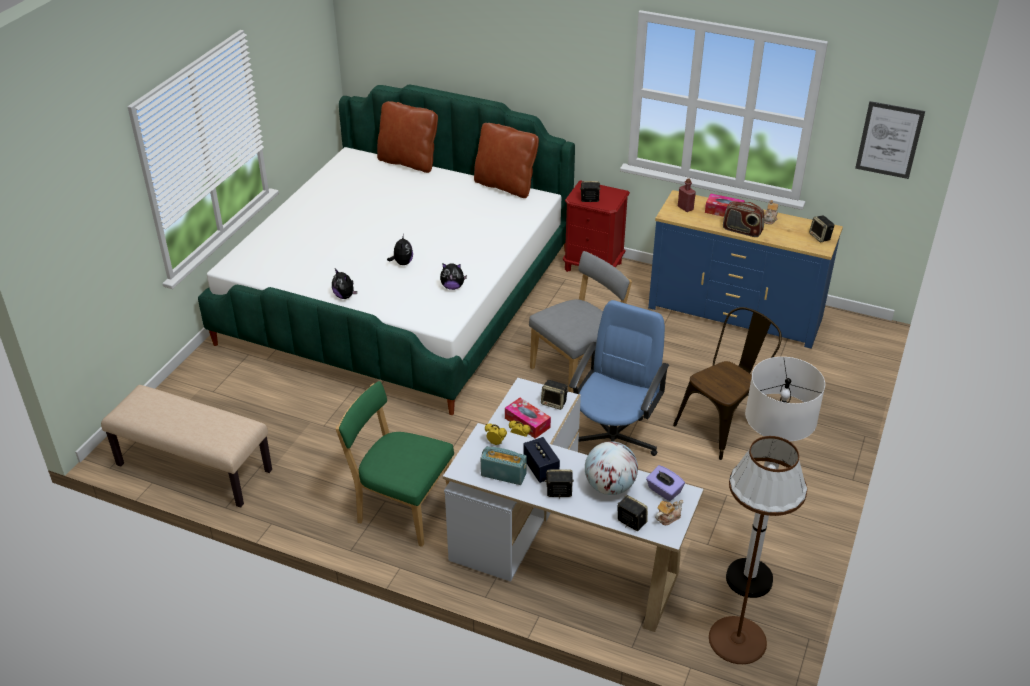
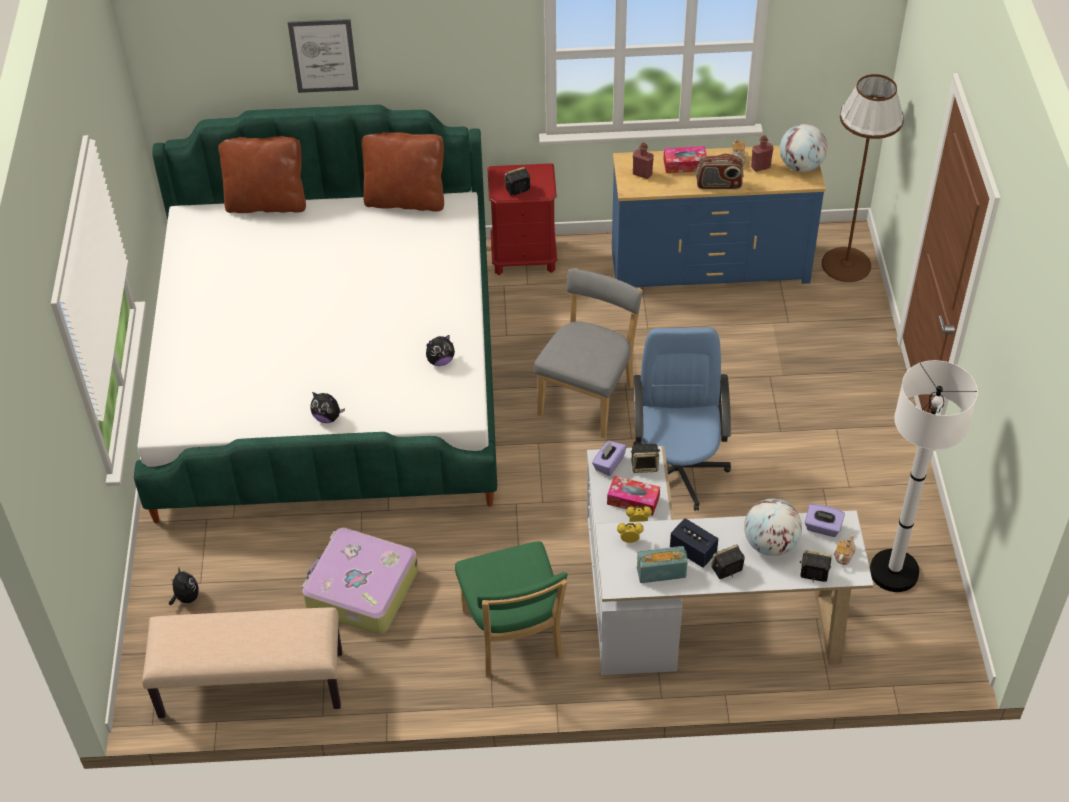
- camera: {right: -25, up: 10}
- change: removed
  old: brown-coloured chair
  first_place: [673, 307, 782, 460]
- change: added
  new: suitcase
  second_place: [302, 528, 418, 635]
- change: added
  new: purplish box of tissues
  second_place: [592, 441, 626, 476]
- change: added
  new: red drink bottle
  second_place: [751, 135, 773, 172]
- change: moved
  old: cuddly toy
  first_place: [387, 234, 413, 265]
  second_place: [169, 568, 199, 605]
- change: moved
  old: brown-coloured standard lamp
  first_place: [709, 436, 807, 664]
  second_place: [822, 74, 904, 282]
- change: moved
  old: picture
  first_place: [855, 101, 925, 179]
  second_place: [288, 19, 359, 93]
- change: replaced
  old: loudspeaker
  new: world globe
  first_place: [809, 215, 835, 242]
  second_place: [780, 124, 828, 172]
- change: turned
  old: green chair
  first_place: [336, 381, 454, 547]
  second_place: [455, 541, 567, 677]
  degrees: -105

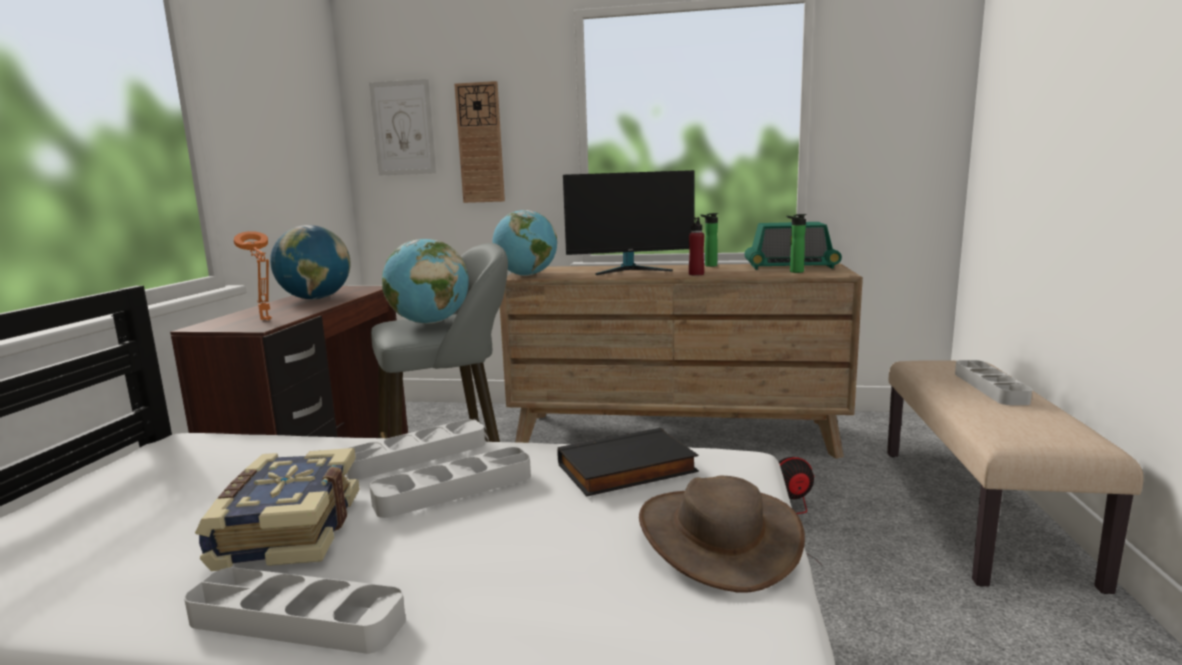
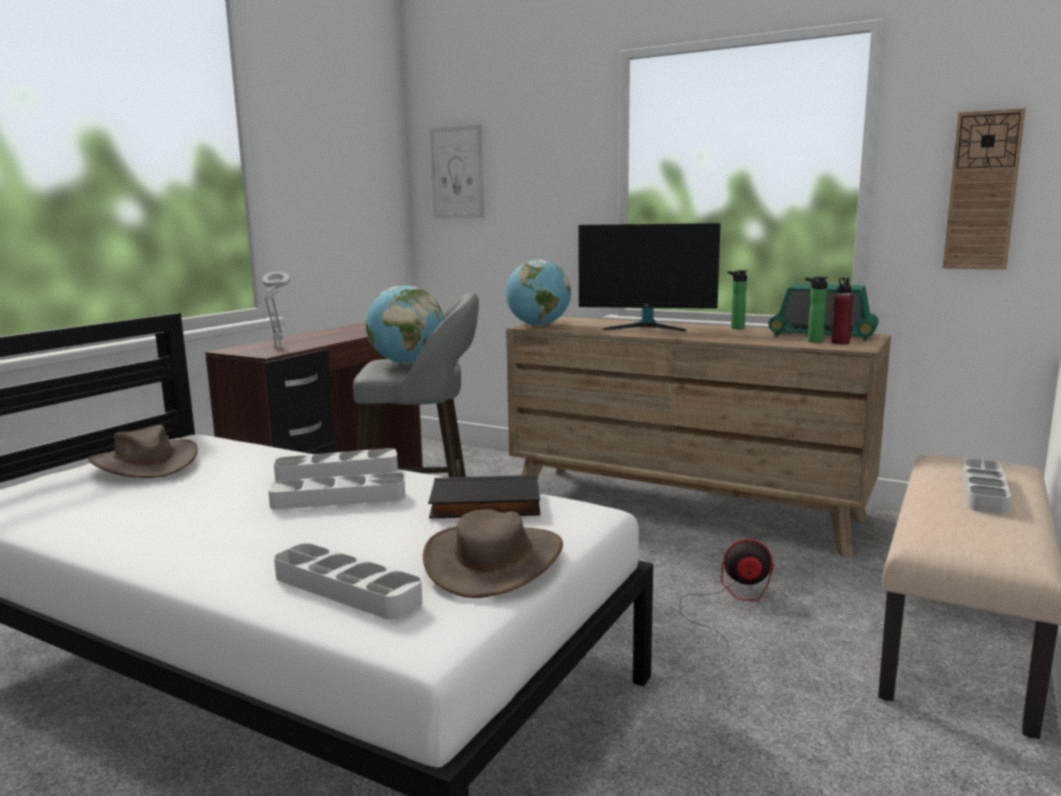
- camera: {right: 20, up: 0}
- change: removed
  old: book
  first_place: [195, 448, 359, 571]
- change: removed
  old: world globe
  first_place: [270, 225, 351, 299]
- change: added
  new: brown-coloured hat
  second_place: [88, 425, 198, 478]
- change: moved
  old: gray carrying tray
  first_place: [184, 567, 406, 654]
  second_place: [274, 543, 422, 619]
- change: moved
  old: wall clock
  first_place: [454, 81, 505, 203]
  second_place: [942, 108, 1026, 270]
- change: moved
  old: red drink bottle
  first_place: [689, 217, 704, 275]
  second_place: [831, 277, 853, 344]
- change: recoloured
  old: orangey table lamp
  new: gray table lamp
  first_place: [234, 231, 272, 320]
  second_place: [262, 271, 290, 349]

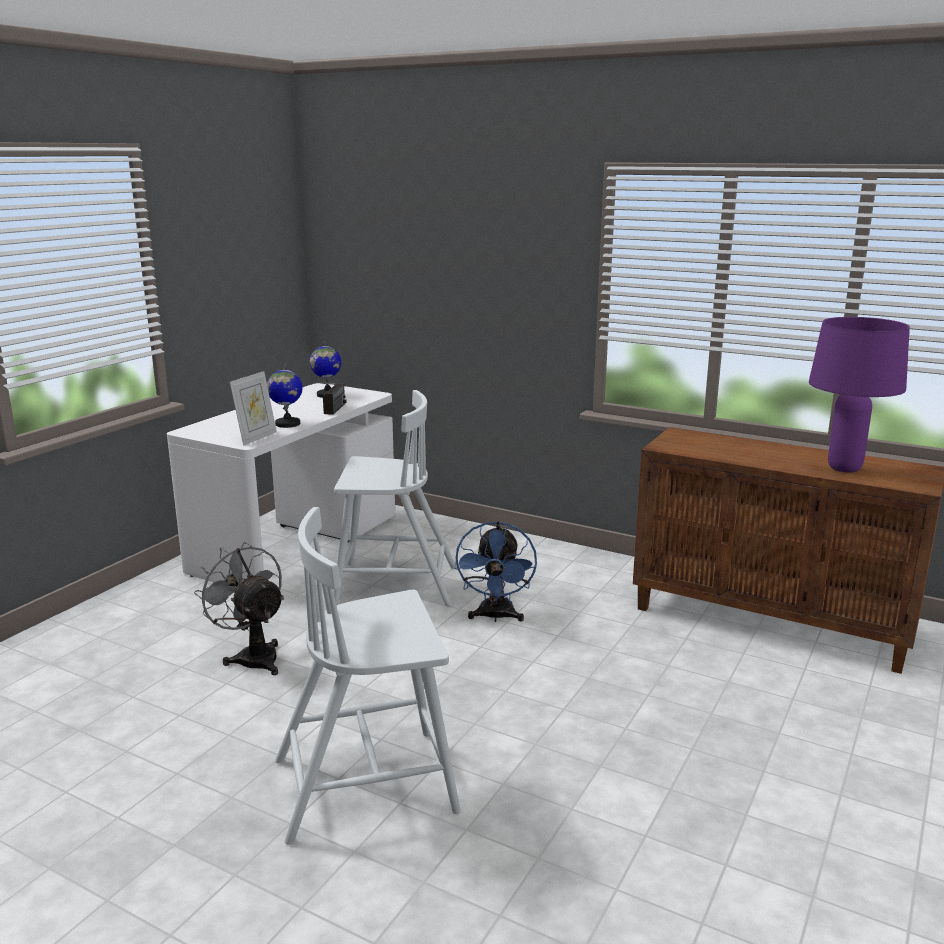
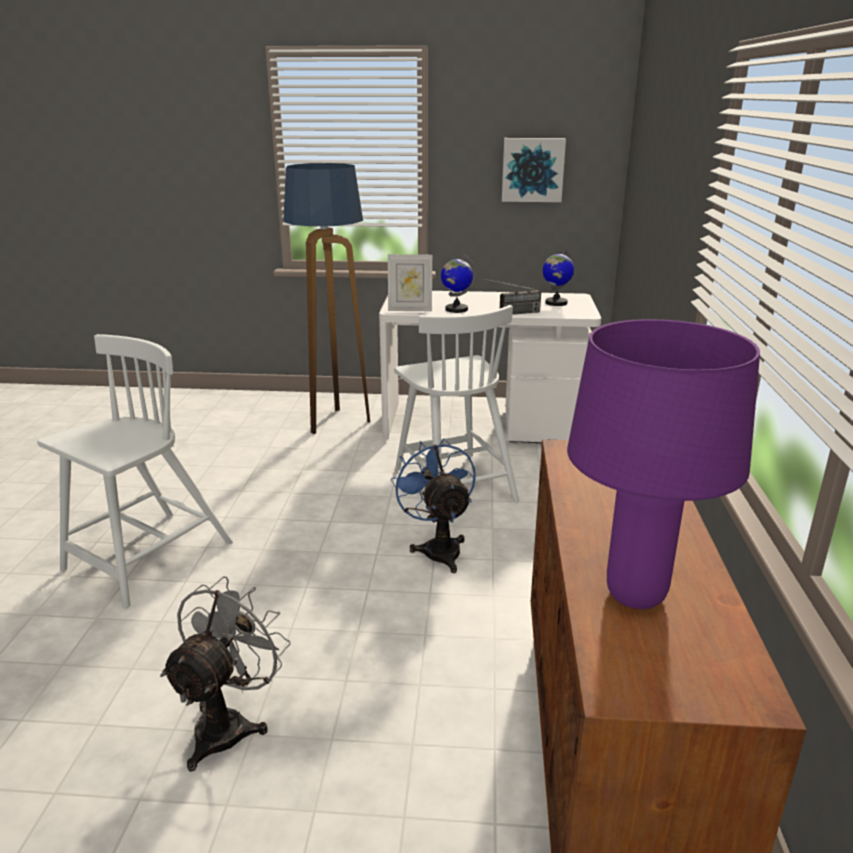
- camera: {right: 65, up: 5}
- change: added
  new: standard lamp
  second_place: [283, 163, 370, 434]
- change: added
  new: picture
  second_place: [502, 138, 566, 202]
- change: moved
  old: gray cooling fan
  first_place: [194, 542, 284, 675]
  second_place: [160, 576, 291, 772]
- change: turned
  old: white chair
  first_place: [275, 507, 461, 845]
  second_place: [37, 334, 233, 608]
  degrees: 75
- change: turned
  old: blue-coloured cooling fan
  first_place: [454, 521, 537, 622]
  second_place: [391, 438, 476, 573]
  degrees: 90

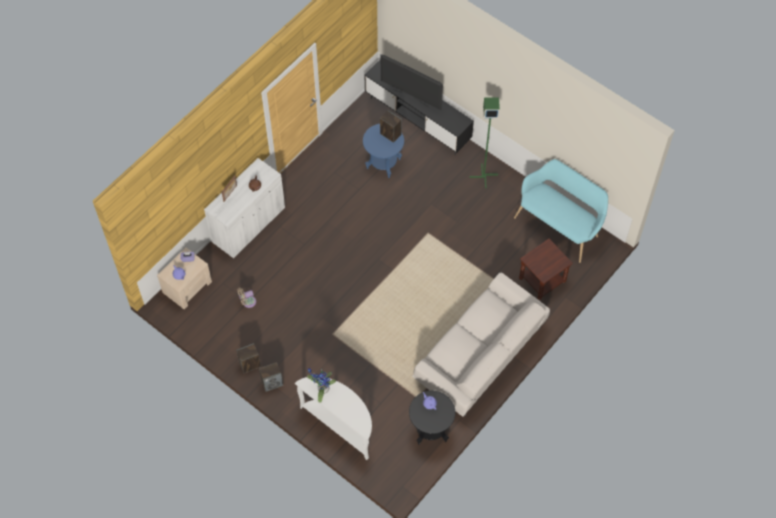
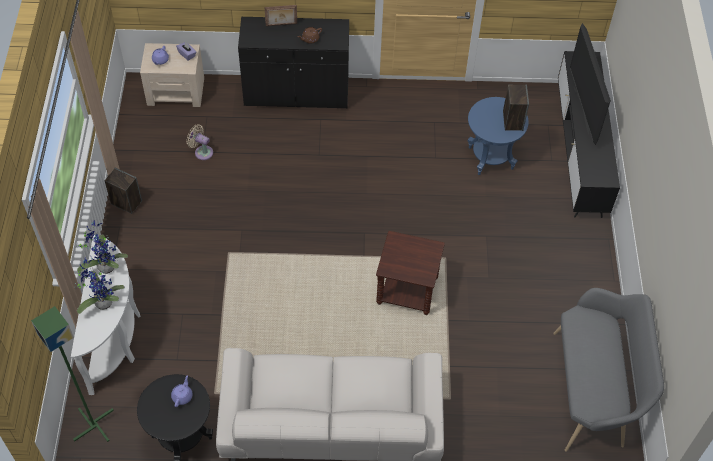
- camera: {right: 50, up: -5}
- change: removed
  old: loudspeaker
  first_place: [259, 362, 283, 392]
- change: added
  new: potted plant
  second_place: [75, 258, 125, 314]
- change: moved
  old: green standard lamp
  first_place: [470, 97, 500, 188]
  second_place: [31, 306, 114, 442]
- change: moved
  old: brown-coloured accent table
  first_place: [519, 239, 573, 300]
  second_place: [376, 231, 445, 315]
- change: recoloured
  old: white cabinet
  new: blackish cabinet
  first_place: [204, 158, 285, 258]
  second_place: [238, 17, 349, 108]
- change: recoloured
  old: blue-green indoor bench
  new: gray indoor bench
  first_place: [514, 159, 608, 263]
  second_place: [553, 288, 664, 452]

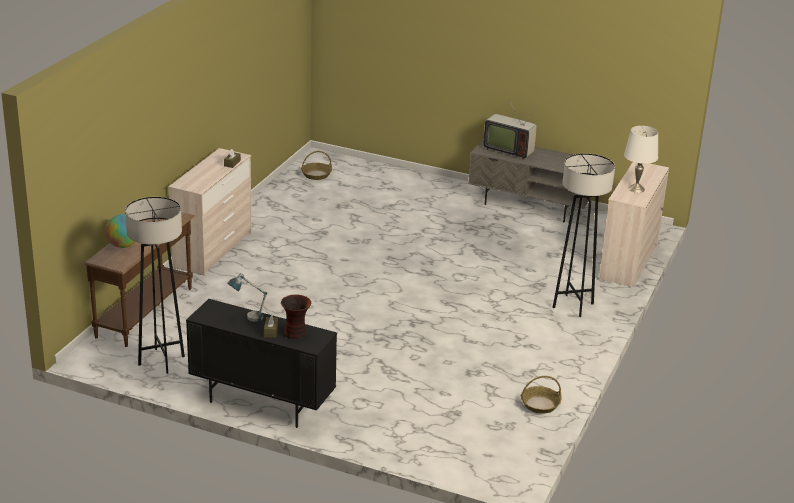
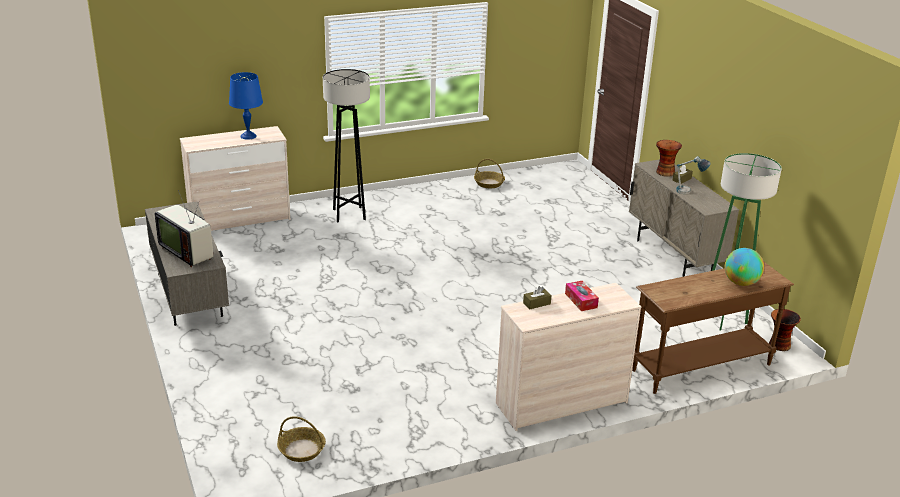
- camera: {right: -135, up: 0}
- change: added
  new: box of tissues
  second_place: [565, 281, 599, 311]
- change: added
  new: flower vase
  second_place: [769, 309, 801, 351]
- change: recoloured
  old: blackish standard lamp
  new: green standard lamp
  first_place: [125, 197, 185, 374]
  second_place: [712, 153, 782, 331]
- change: recoloured
  old: blackish cabinet
  new: beige-coloured cabinet
  first_place: [186, 299, 337, 428]
  second_place: [629, 159, 739, 277]
- change: recoloured
  old: white table lamp
  new: blue-coloured table lamp
  first_place: [624, 126, 658, 193]
  second_place: [229, 72, 263, 140]
- change: turned
  old: television
  first_place: [483, 100, 537, 160]
  second_place: [155, 190, 213, 267]
  degrees: 150

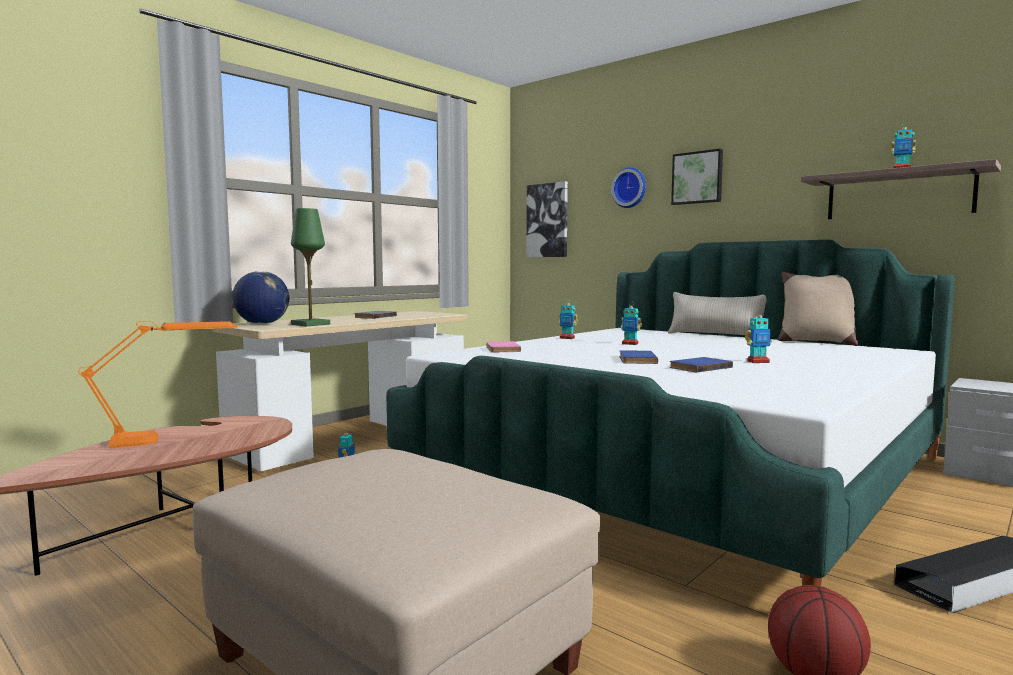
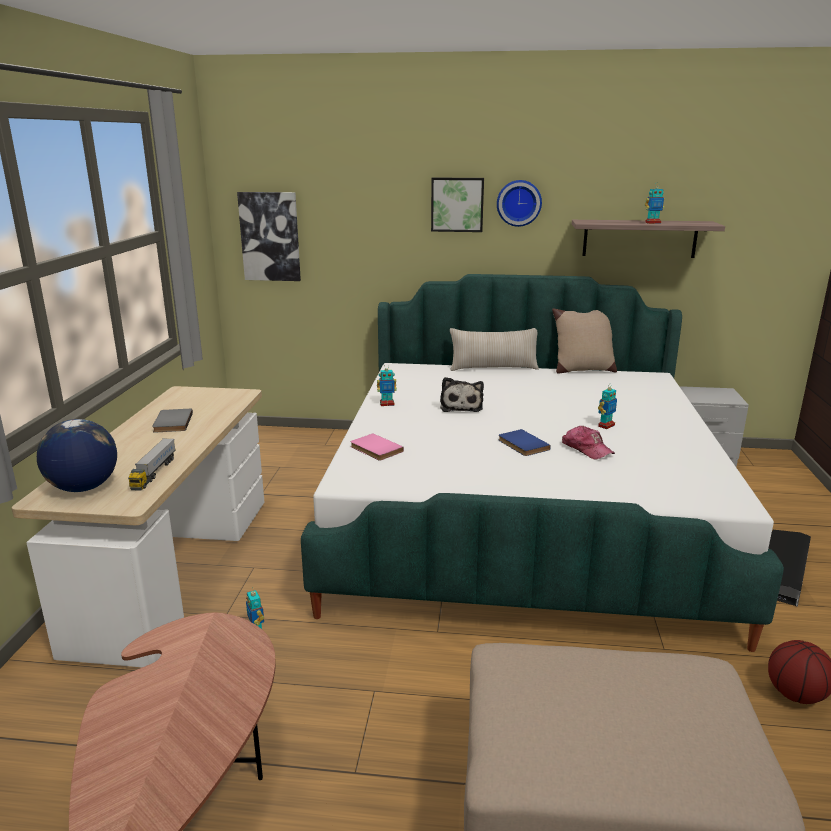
- camera: {right: -35, up: 15}
- change: removed
  old: orangey table lamp
  first_place: [78, 321, 238, 448]
- change: moved
  old: wall clock
  first_place: [611, 167, 646, 208]
  second_place: [497, 180, 542, 227]
- change: replaced
  old: green table lamp
  new: toy lorry
  first_place: [291, 208, 330, 326]
  second_place: [128, 438, 176, 491]
- change: replaced
  old: model robot
  new: cuddly toy
  first_place: [620, 301, 642, 345]
  second_place: [440, 377, 484, 412]
- change: replaced
  old: blue-coloured book
  new: peaked cap
  first_place: [670, 357, 733, 373]
  second_place: [562, 426, 615, 460]

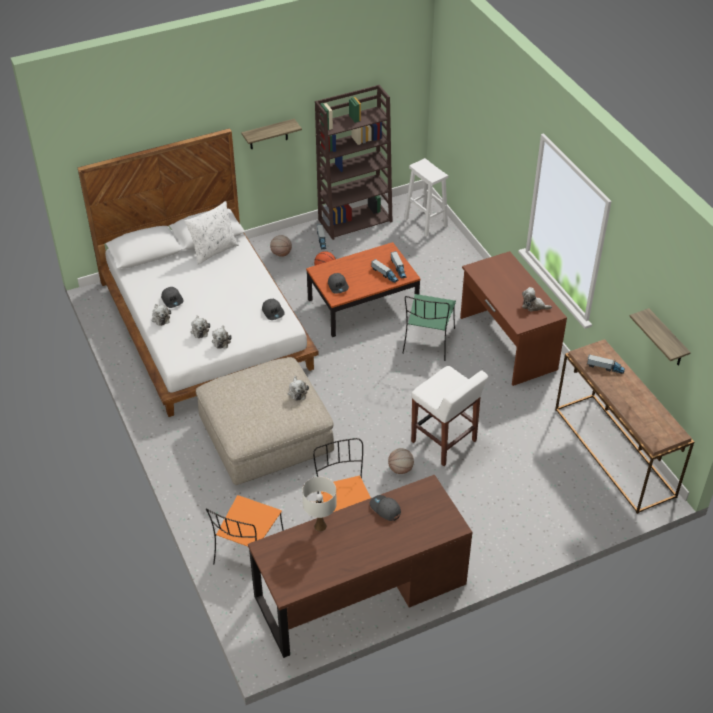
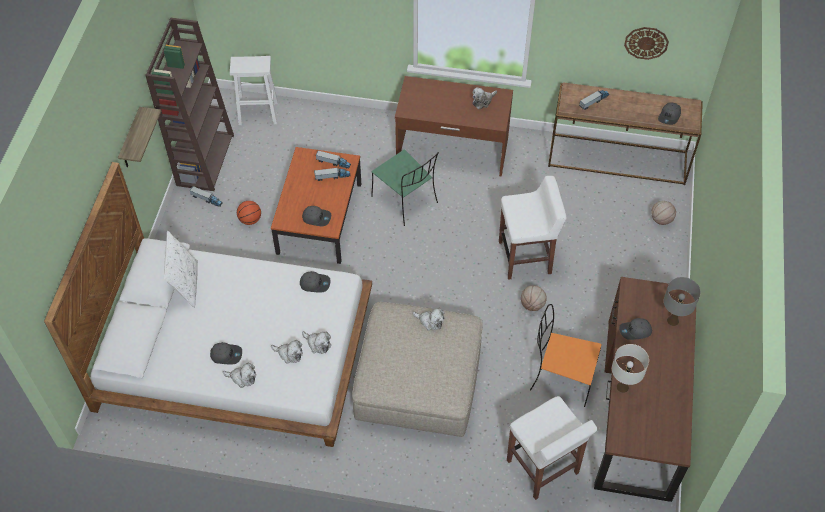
- camera: {right: -55, up: 10}
- change: added
  new: gray peaked cap
  second_place: [658, 103, 681, 125]
- change: added
  new: gray table lamp
  second_place: [664, 277, 701, 326]
- change: moved
  old: basketball
  first_place: [270, 235, 292, 257]
  second_place: [651, 201, 676, 225]
- change: replaced
  old: orangey chair
  new: white stool seat
  first_place: [206, 495, 284, 564]
  second_place: [507, 396, 597, 500]
- change: replaced
  old: shelf
  new: wall clock
  first_place: [629, 308, 691, 366]
  second_place: [624, 27, 669, 60]

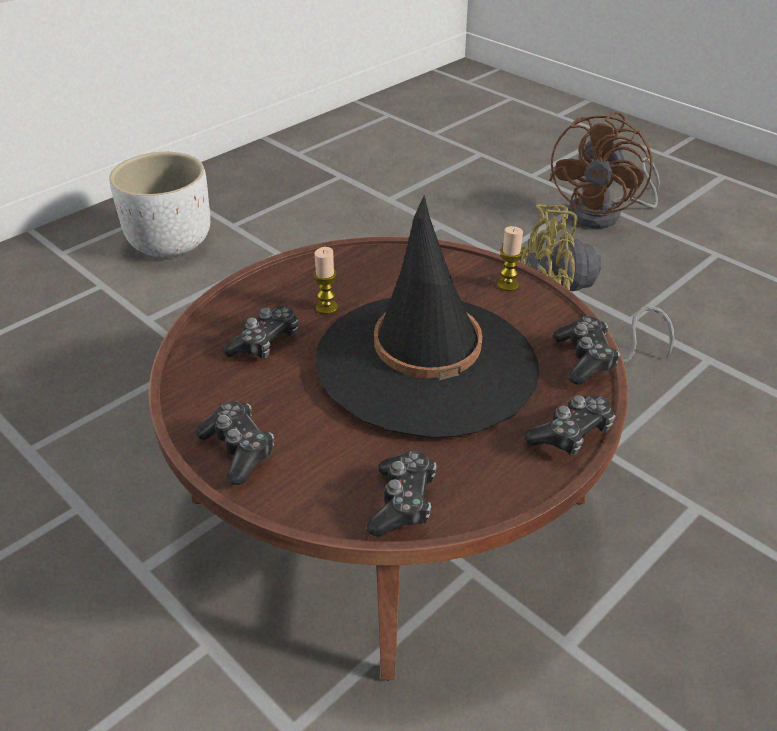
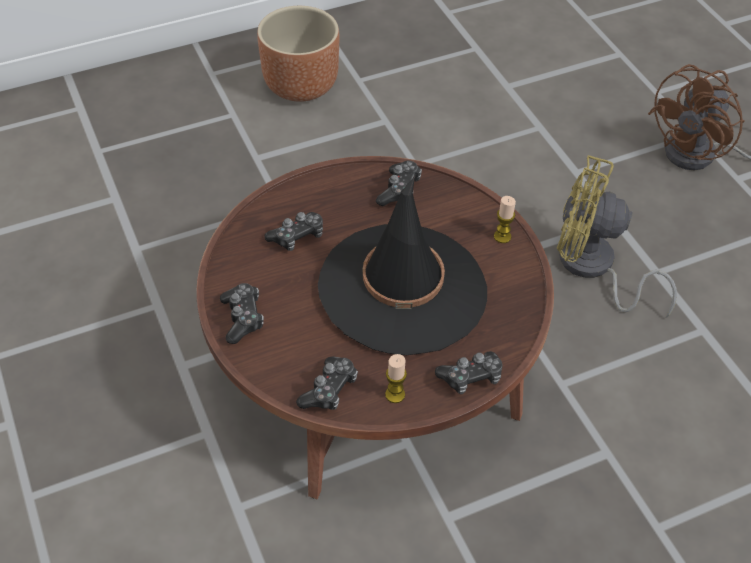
- camera: {right: 20, up: 10}
- change: moved
  old: candle
  first_place: [313, 247, 338, 314]
  second_place: [385, 354, 407, 403]
- change: moved
  old: game controller
  first_place: [553, 316, 620, 385]
  second_place: [376, 161, 422, 206]
- change: recoloured
  old: white flower pot
  new: brown-coloured flower pot
  first_place: [109, 152, 210, 258]
  second_place: [257, 6, 339, 102]

